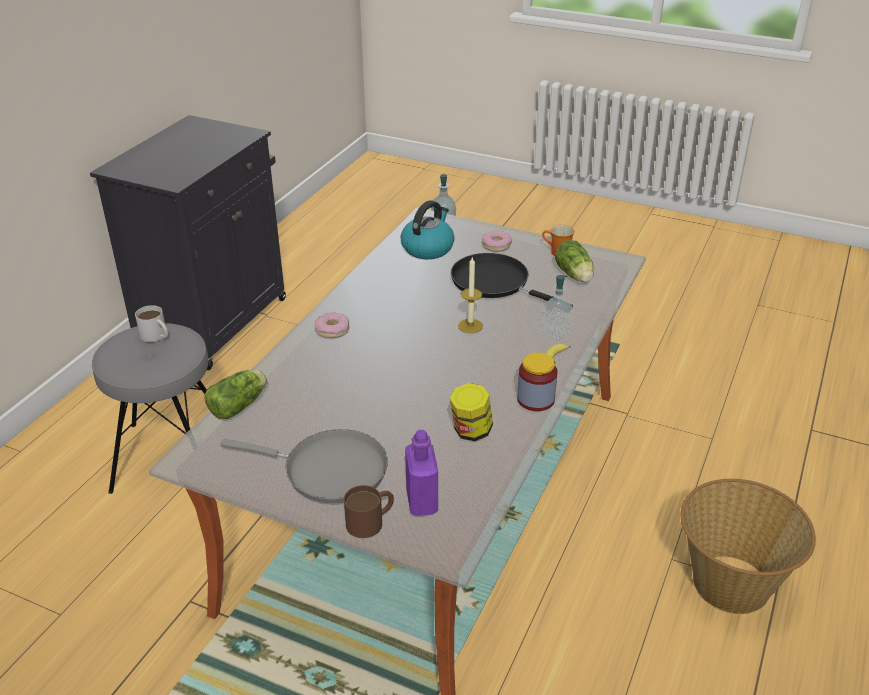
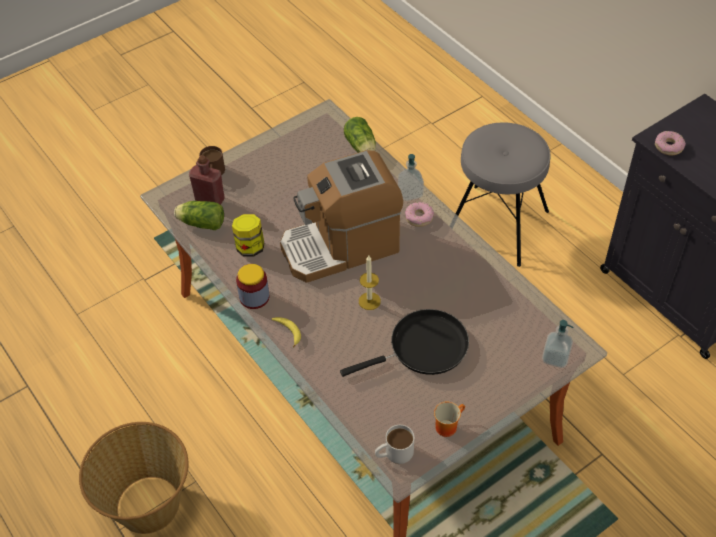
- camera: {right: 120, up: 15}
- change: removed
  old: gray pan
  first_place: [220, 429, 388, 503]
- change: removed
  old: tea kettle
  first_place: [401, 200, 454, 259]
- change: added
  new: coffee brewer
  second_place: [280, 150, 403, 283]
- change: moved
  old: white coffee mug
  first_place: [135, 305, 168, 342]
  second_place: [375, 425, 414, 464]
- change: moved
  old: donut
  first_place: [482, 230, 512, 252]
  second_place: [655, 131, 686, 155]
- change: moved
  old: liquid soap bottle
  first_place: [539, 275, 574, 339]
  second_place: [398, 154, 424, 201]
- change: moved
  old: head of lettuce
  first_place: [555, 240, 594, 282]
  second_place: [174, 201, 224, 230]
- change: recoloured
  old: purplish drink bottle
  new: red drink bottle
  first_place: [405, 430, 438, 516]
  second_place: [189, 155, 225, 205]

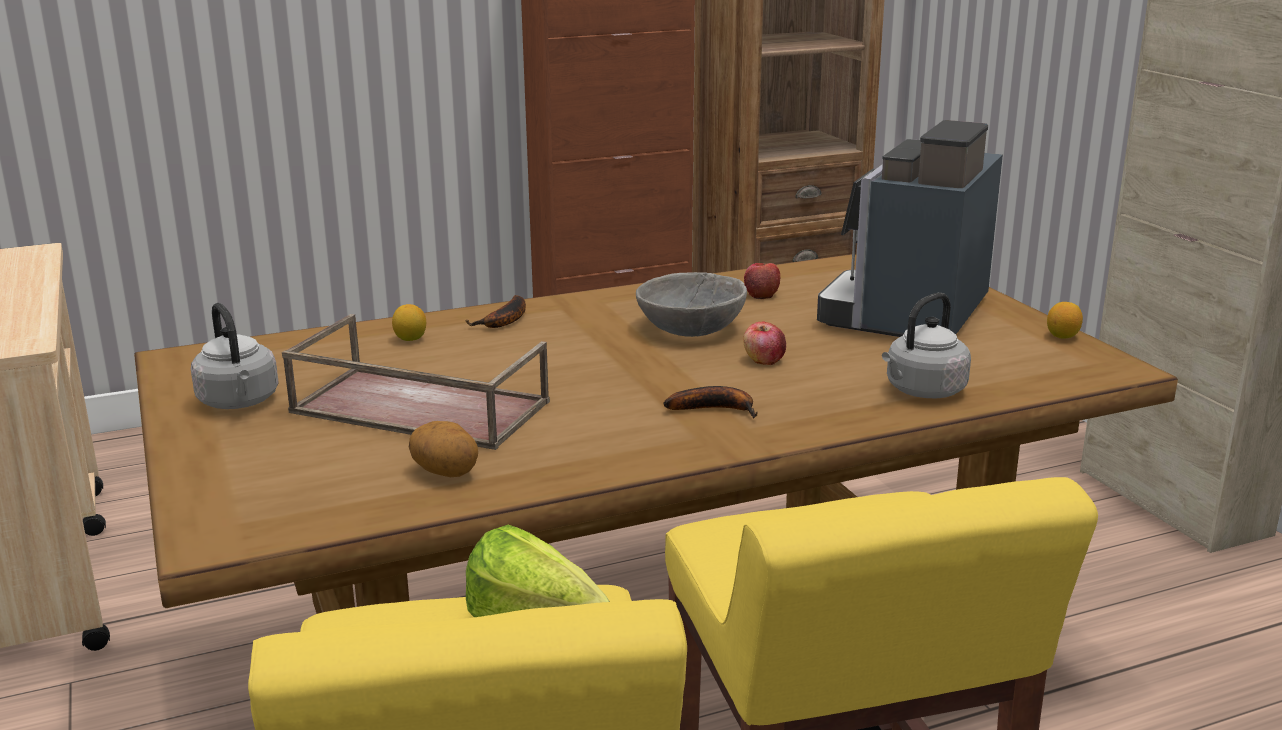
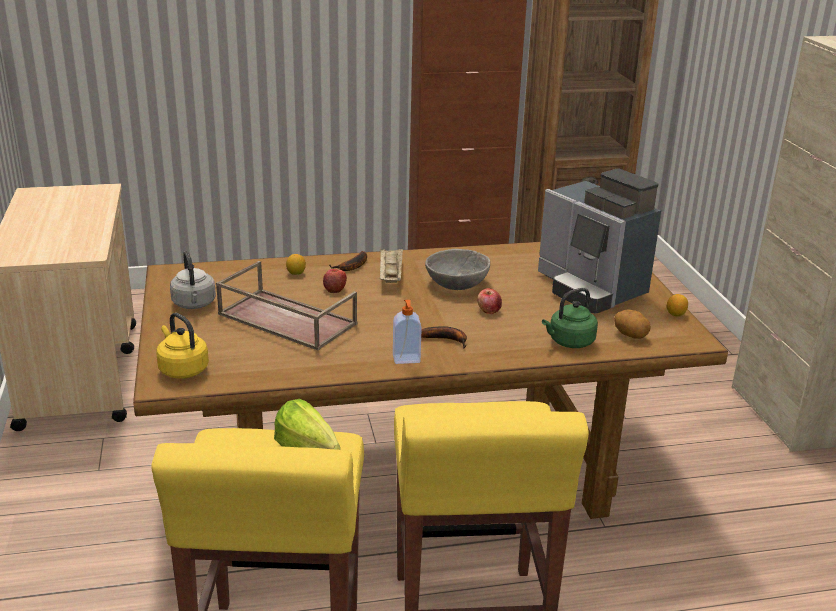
- camera: {right: 10, up: 5}
- change: added
  new: yellow-coloured tea kettle
  second_place: [156, 313, 209, 379]
- change: added
  new: beige-coloured carrying tray
  second_place: [380, 248, 403, 283]
- change: added
  new: liquid soap bottle
  second_place: [393, 300, 422, 364]
- change: moved
  old: whole potato
  first_place: [409, 421, 478, 477]
  second_place: [614, 310, 651, 339]
- change: moved
  old: apple fruit
  first_place: [744, 263, 780, 299]
  second_place: [323, 269, 347, 293]
- change: recoloured
  old: gray tea kettle
  new: green tea kettle
  first_place: [882, 293, 971, 398]
  second_place: [542, 288, 598, 348]
- change: turned
  old: coffee brewer
  first_place: [817, 120, 1003, 337]
  second_place: [538, 168, 661, 313]
  degrees: -75

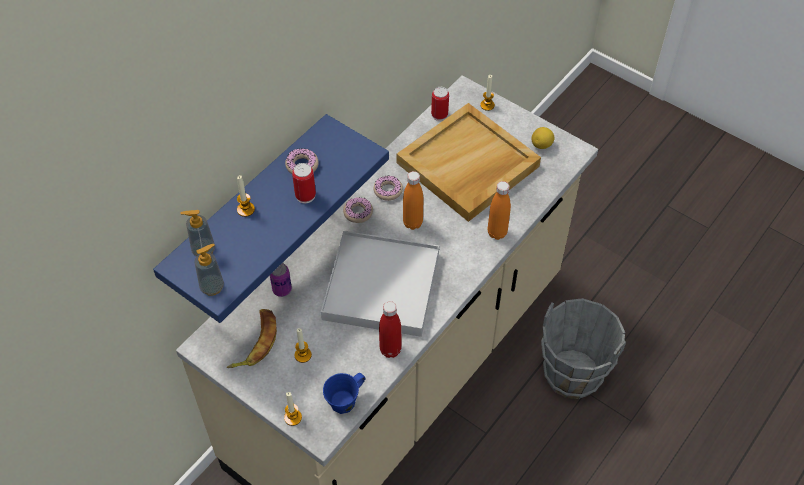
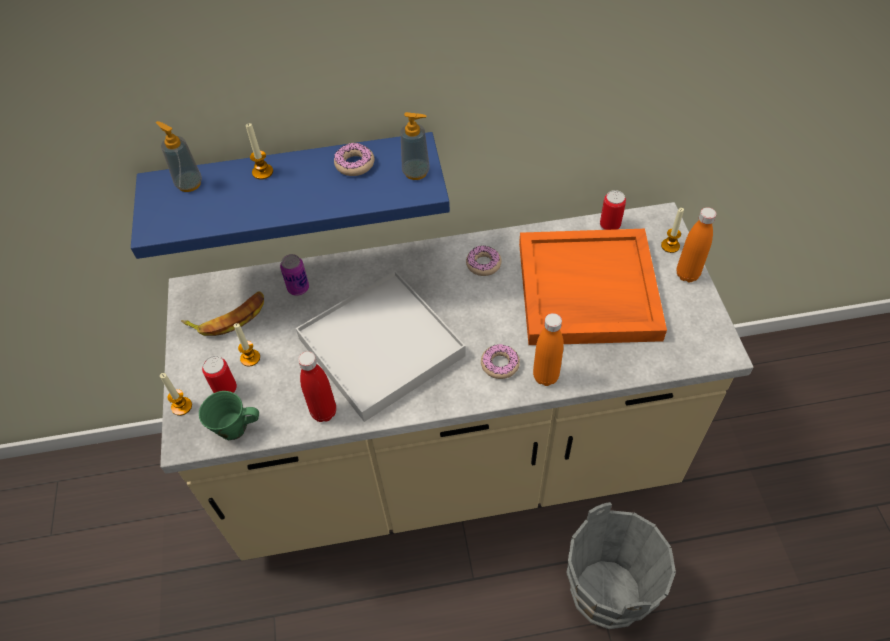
- camera: {right: 45, up: 0}
- change: removed
  old: whole lemon
  first_place: [532, 127, 555, 149]
- change: moved
  old: liquid soap bottle
  first_place: [194, 244, 224, 296]
  second_place: [401, 112, 430, 180]
- change: moved
  old: metal can
  first_place: [292, 163, 316, 203]
  second_place: [202, 356, 237, 393]
- change: moved
  old: donut
  first_place: [343, 197, 373, 223]
  second_place: [481, 344, 520, 379]
- change: moved
  old: orangey drink bottle
  first_place: [403, 171, 423, 230]
  second_place: [677, 207, 716, 282]
- change: recoloured
  old: blue-coloured coffee mug
  new: green coffee mug
  first_place: [323, 373, 365, 414]
  second_place: [199, 391, 259, 440]
- change: recoloured
  old: beige-coloured carrying tray
  new: orangey carrying tray
  first_place: [397, 103, 541, 222]
  second_place: [519, 229, 667, 345]

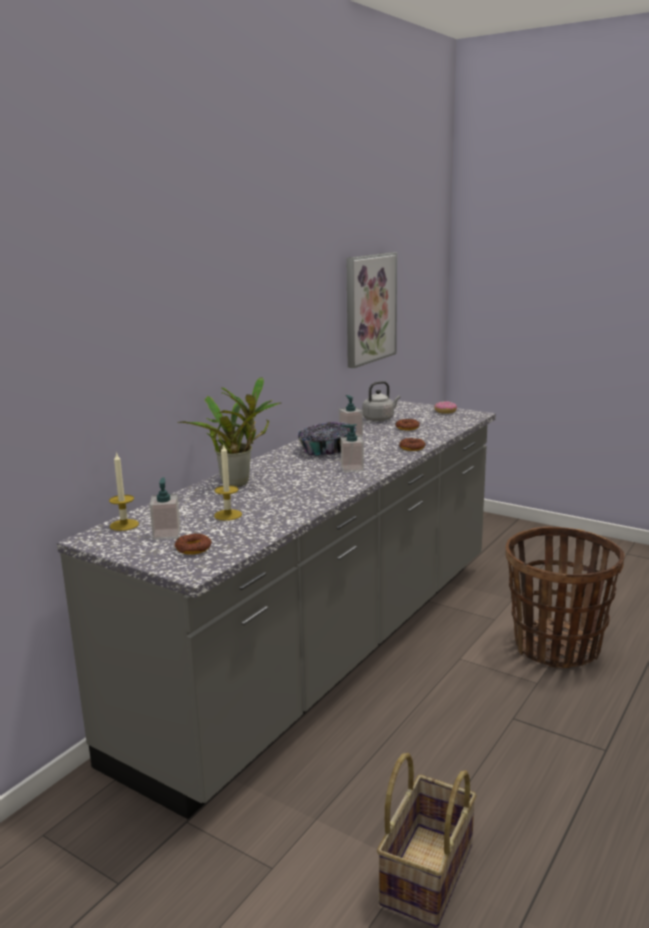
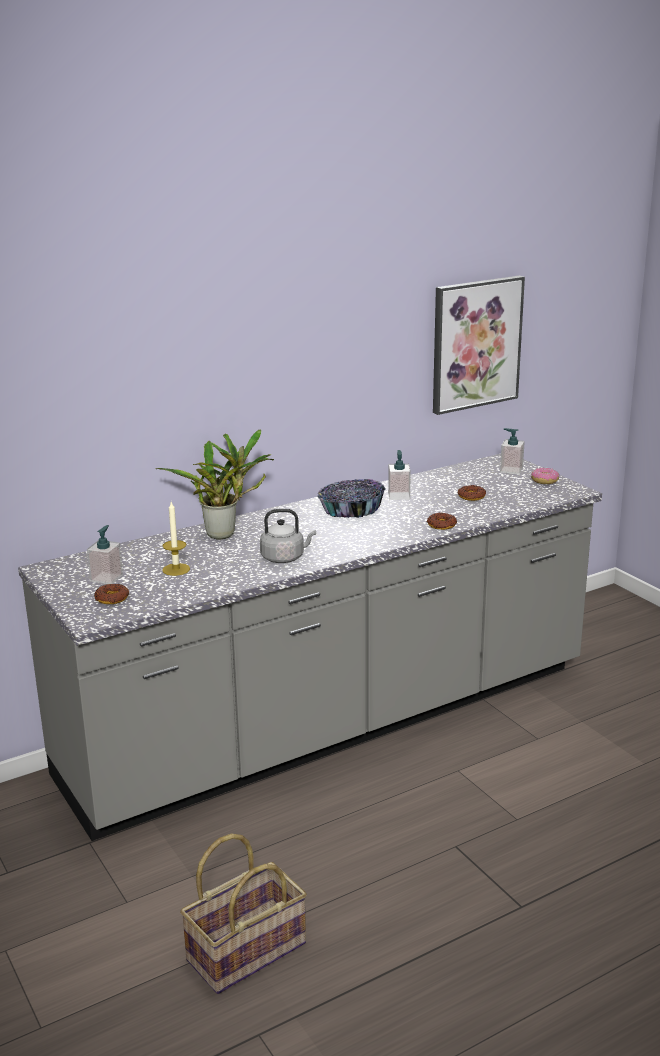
- camera: {right: 25, up: 5}
- change: removed
  old: candle
  first_place: [109, 452, 139, 531]
- change: removed
  old: household basket
  first_place: [506, 527, 625, 668]
- change: moved
  old: liquid soap bottle
  first_place: [341, 424, 364, 472]
  second_place: [500, 428, 525, 474]
- change: moved
  old: gray tea kettle
  first_place: [362, 381, 400, 421]
  second_place: [260, 509, 316, 563]

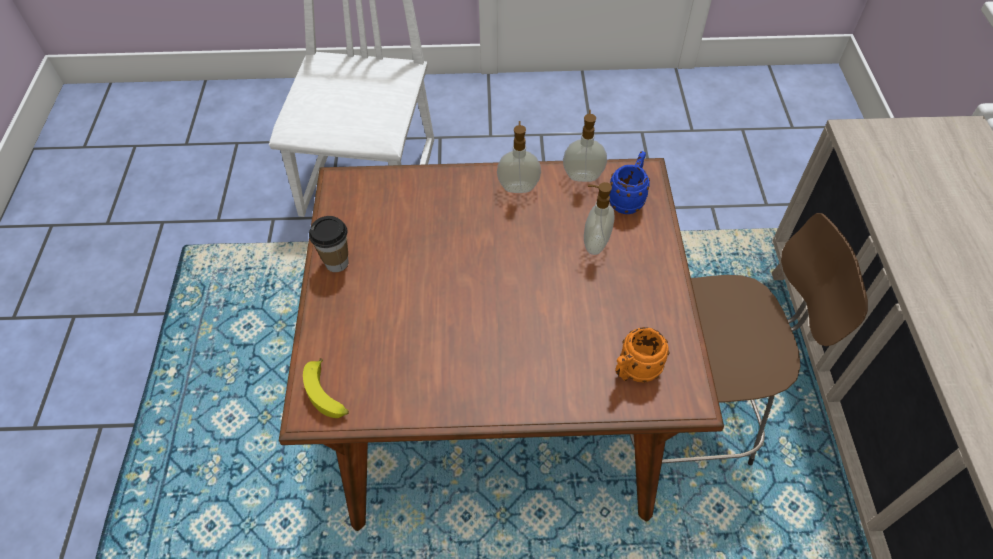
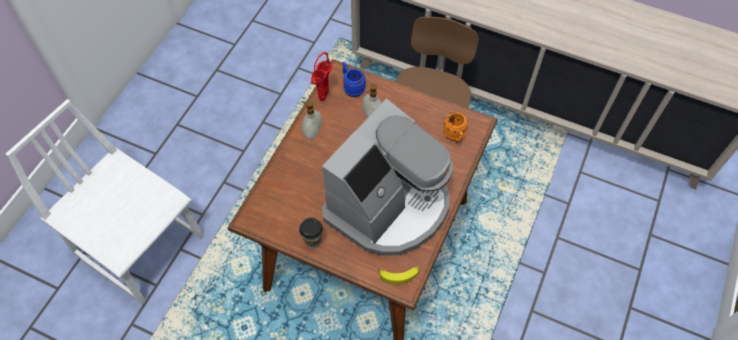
- camera: {right: -65, up: 5}
- change: added
  new: coffee brewer
  second_place: [322, 99, 453, 255]
- change: replaced
  old: liquid soap bottle
  new: red flower vase
  first_place: [563, 110, 607, 182]
  second_place: [311, 52, 333, 101]

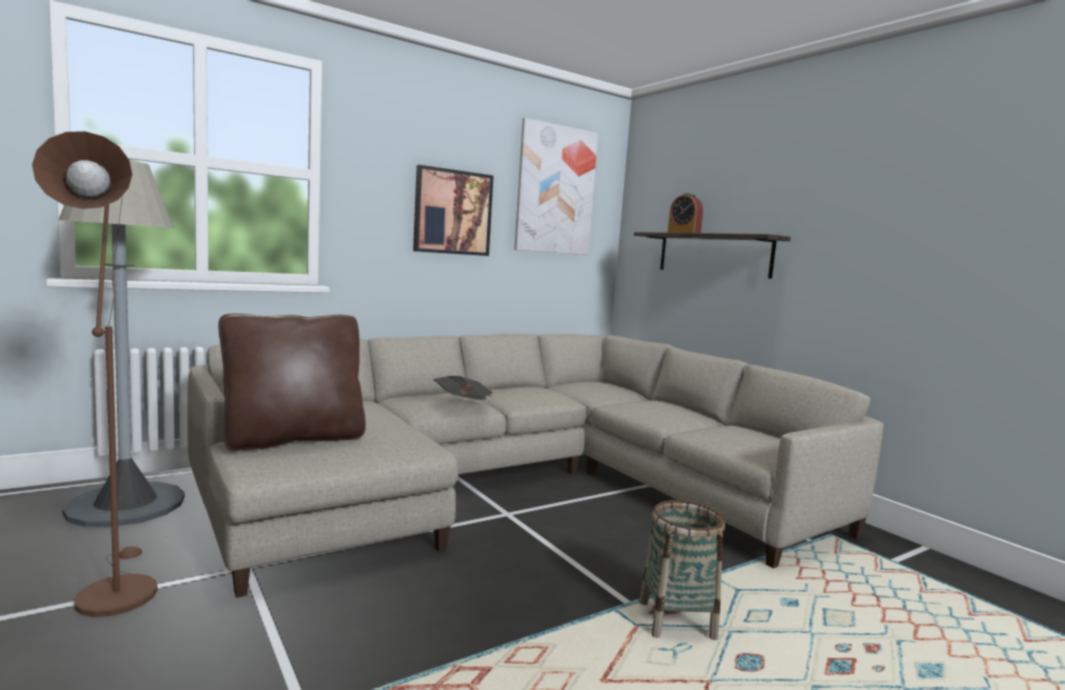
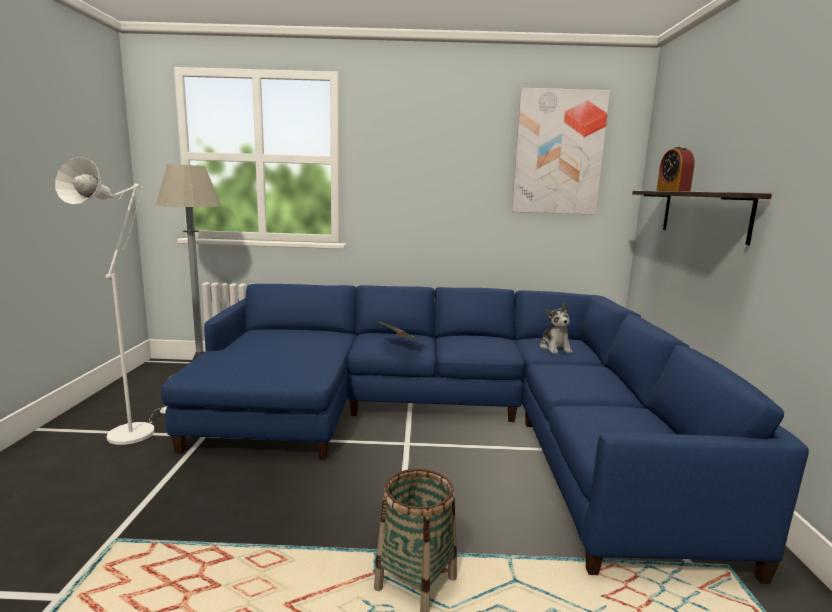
- camera: {right: 35, up: 5}
- change: removed
  old: brown-coloured pillow
  first_place: [218, 313, 366, 451]
- change: removed
  old: picture
  first_place: [413, 165, 494, 256]
- change: added
  new: cuddly toy
  second_place: [540, 303, 572, 353]
- change: recoloured
  old: brown-coloured standard lamp
  new: white standard lamp
  first_place: [32, 131, 158, 617]
  second_place: [55, 157, 168, 445]
- change: recoloured
  old: beige-coloured couch
  new: blue-coloured couch
  first_place: [187, 334, 884, 598]
  second_place: [161, 284, 809, 584]

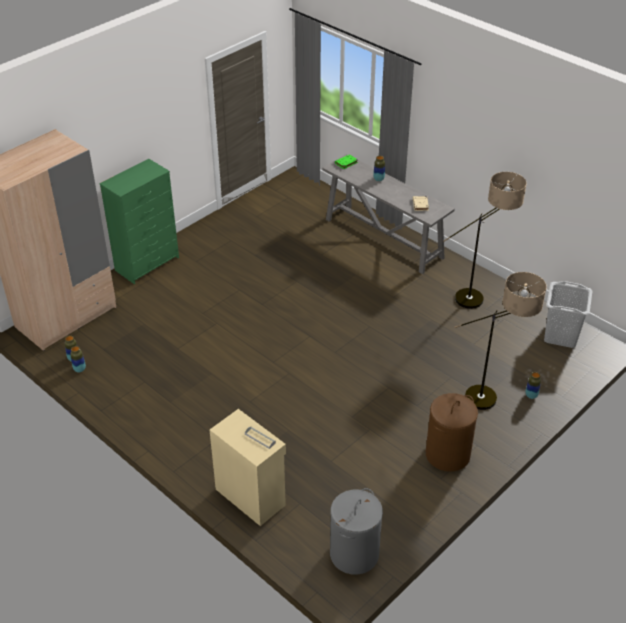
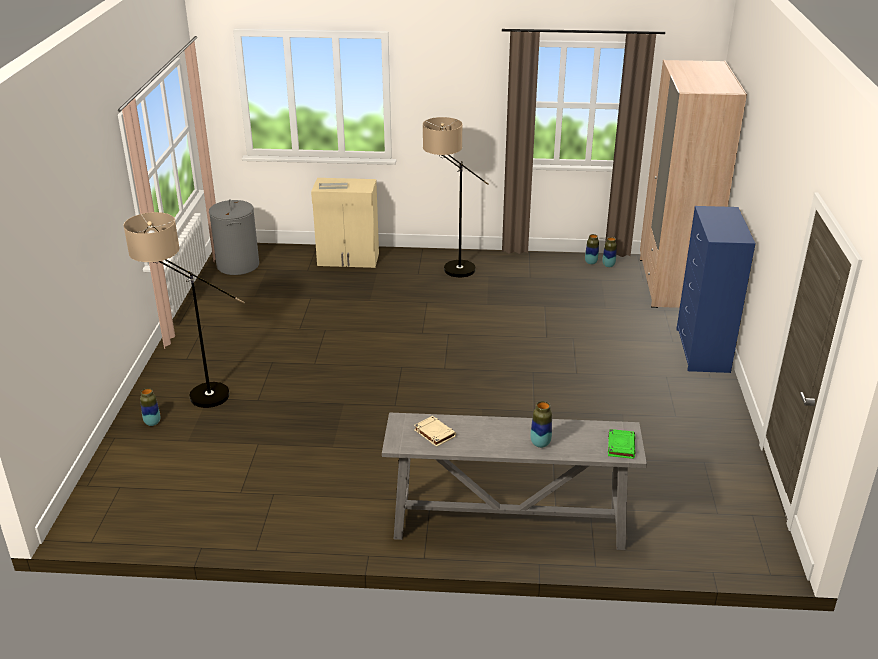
- camera: {right: 140, up: -10}
- change: removed
  old: brown-coloured laundry basket
  first_place: [426, 393, 478, 472]
- change: removed
  old: gray laundry basket
  first_place: [544, 281, 593, 348]
- change: moved
  old: standard lamp
  first_place: [443, 172, 527, 309]
  second_place: [423, 117, 488, 277]
- change: recoloured
  old: green chest of drawers
  new: blue-coloured chest of drawers
  first_place: [100, 159, 179, 284]
  second_place: [676, 206, 756, 373]

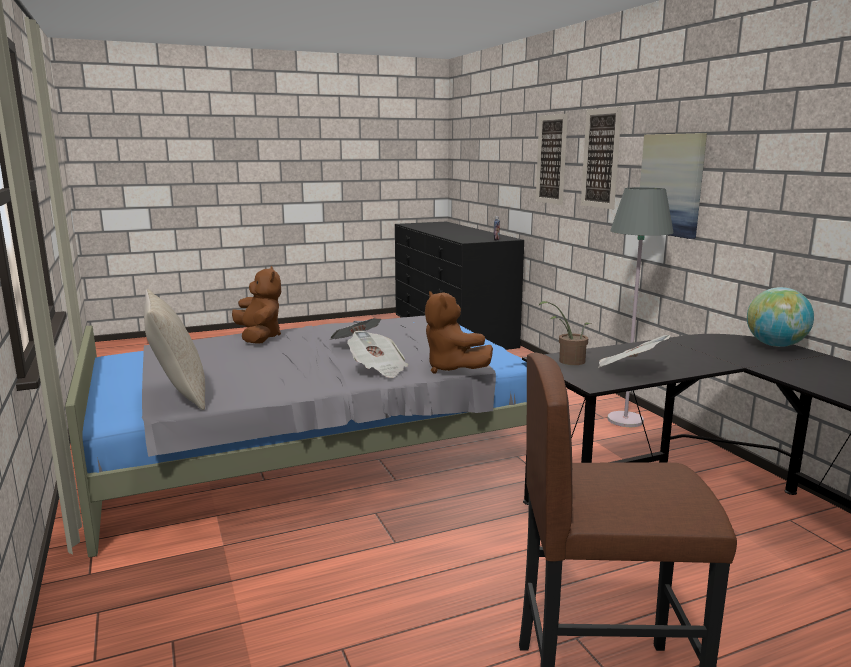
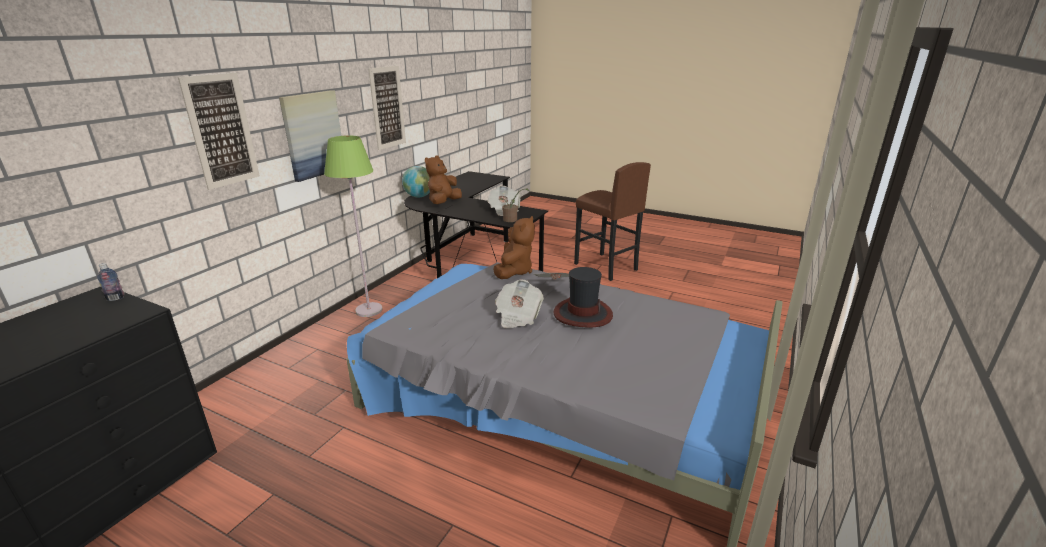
- camera: {right: -130, up: 10}
- change: removed
  old: beige-coloured pillow
  first_place: [144, 289, 205, 410]
- change: added
  new: hat
  second_place: [554, 267, 613, 327]
- change: moved
  old: brown-coloured cuddly toy
  first_place: [232, 266, 281, 344]
  second_place: [425, 155, 462, 204]
- change: moved
  old: picture
  first_place: [536, 113, 568, 205]
  second_place: [368, 66, 406, 150]
- change: recoloured
  old: gray standard lamp
  new: green standard lamp
  first_place: [607, 187, 674, 427]
  second_place: [324, 135, 383, 317]

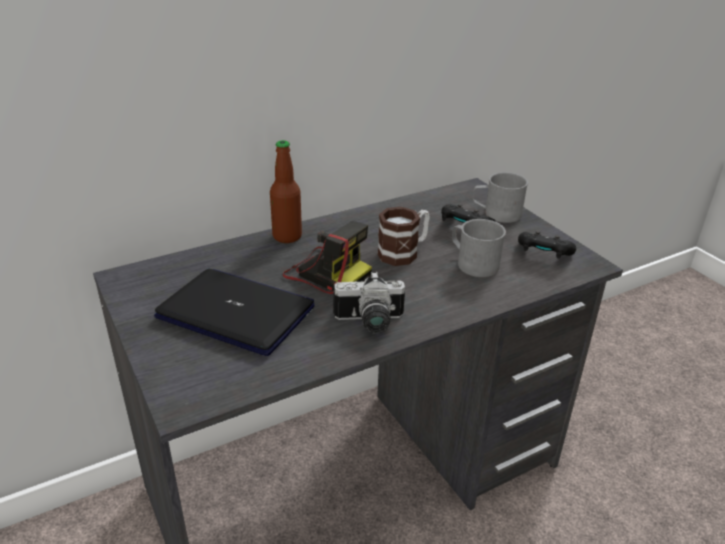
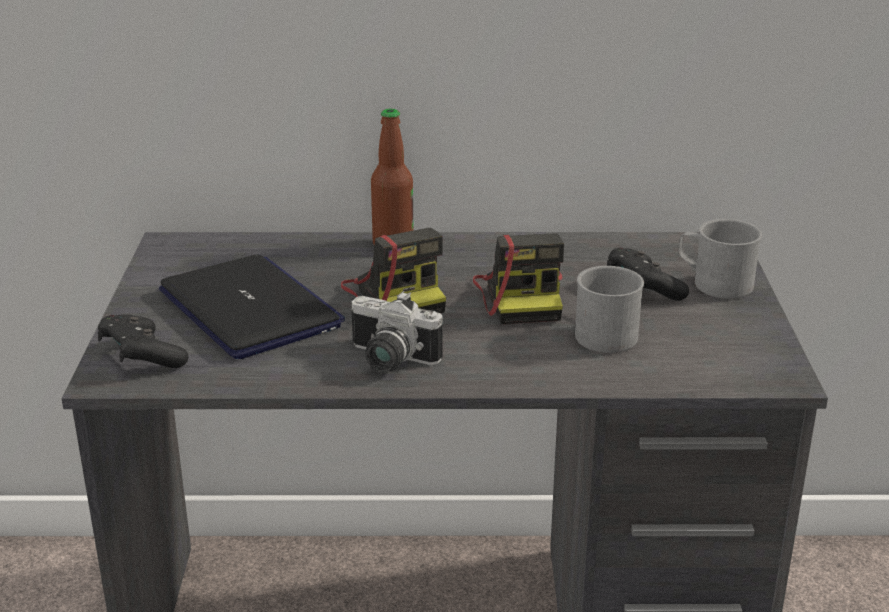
- camera: {right: 30, up: -5}
- change: moved
  old: blackish game controller
  first_place: [518, 231, 576, 259]
  second_place: [98, 314, 188, 368]
- change: replaced
  old: coffee mug
  new: still camera
  first_place: [377, 207, 430, 266]
  second_place: [473, 233, 564, 324]

